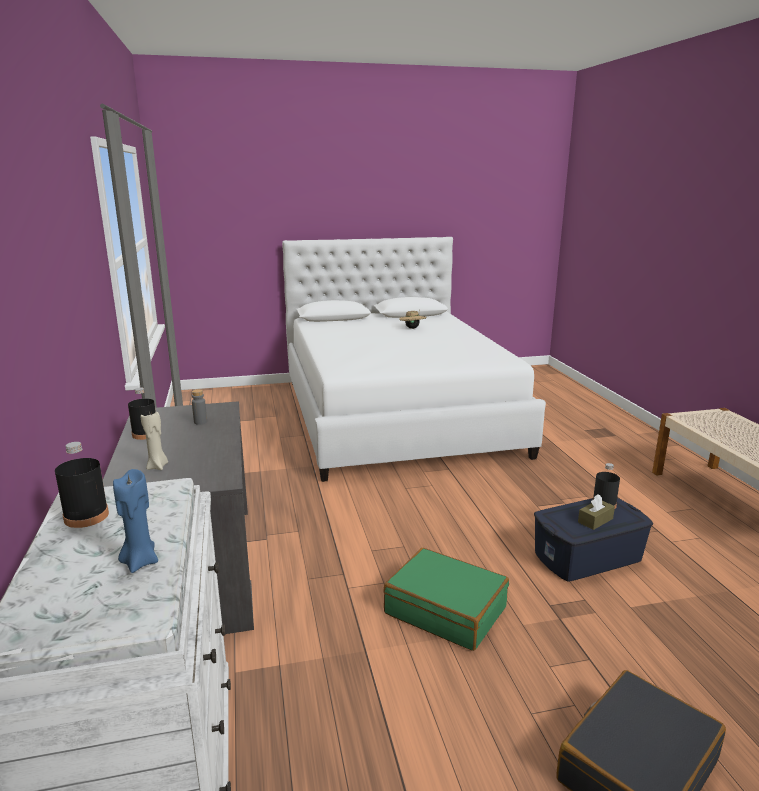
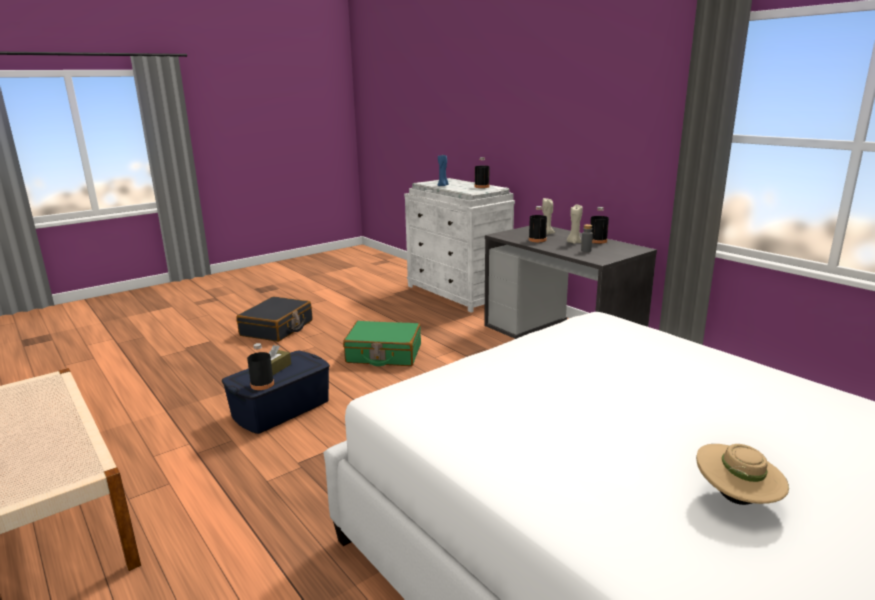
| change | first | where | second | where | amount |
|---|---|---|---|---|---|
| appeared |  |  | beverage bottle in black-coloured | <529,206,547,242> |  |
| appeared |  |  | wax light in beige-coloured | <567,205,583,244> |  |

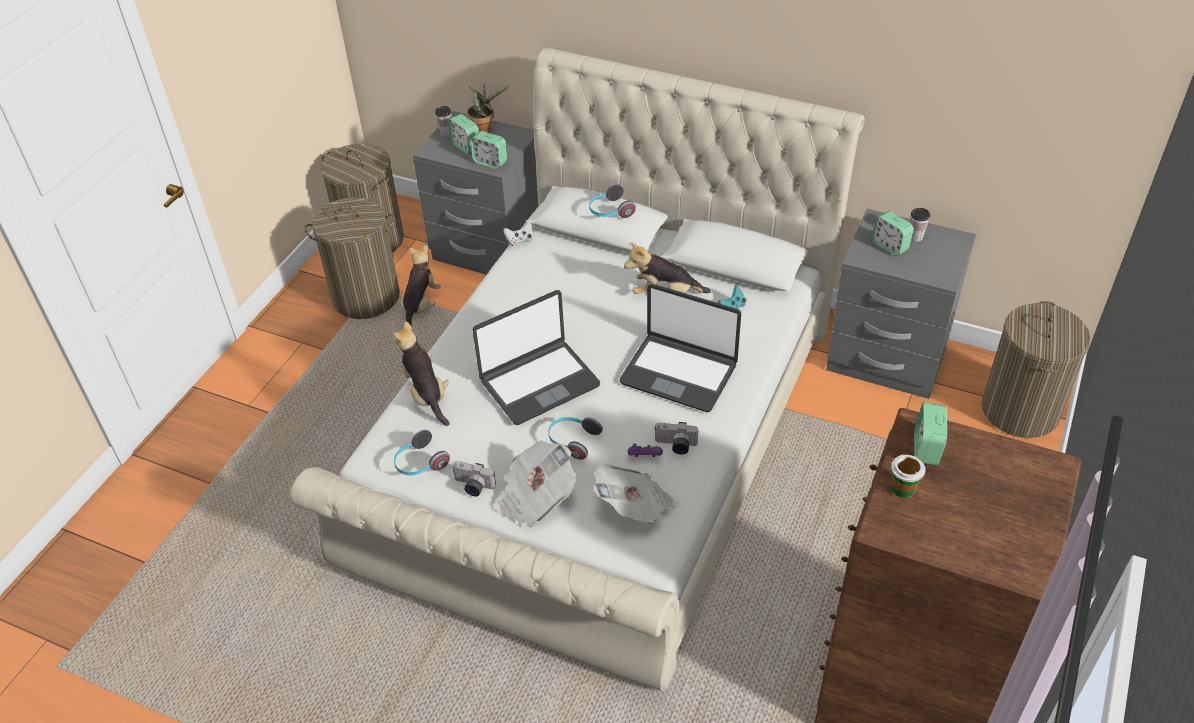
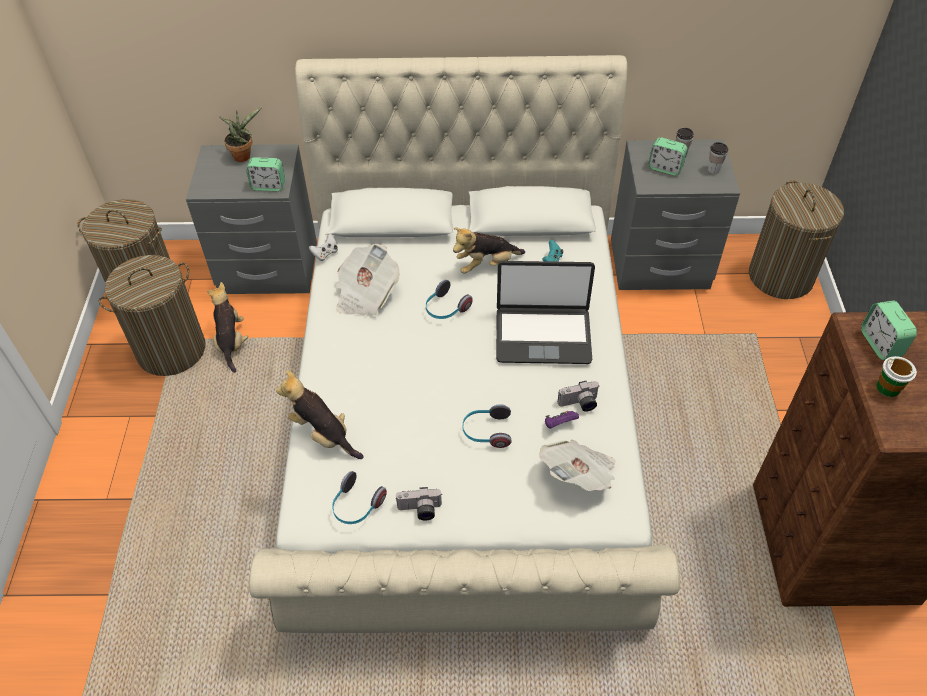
| change | first | where | second | where | amount |
|---|---|---|---|---|---|
| relocated | printed paper | <494,441,576,528> |  | <336,244,400,316> |  |
| relocated | headset | <589,184,636,218> |  | <426,280,473,319> |  |
| relocated | small cup | <435,106,452,137> |  | <708,142,728,174> |  |
| missing | alarm clock | <448,114,479,154> |  |  |  |
| missing | portable computer | <472,290,600,425> |  |  |  |

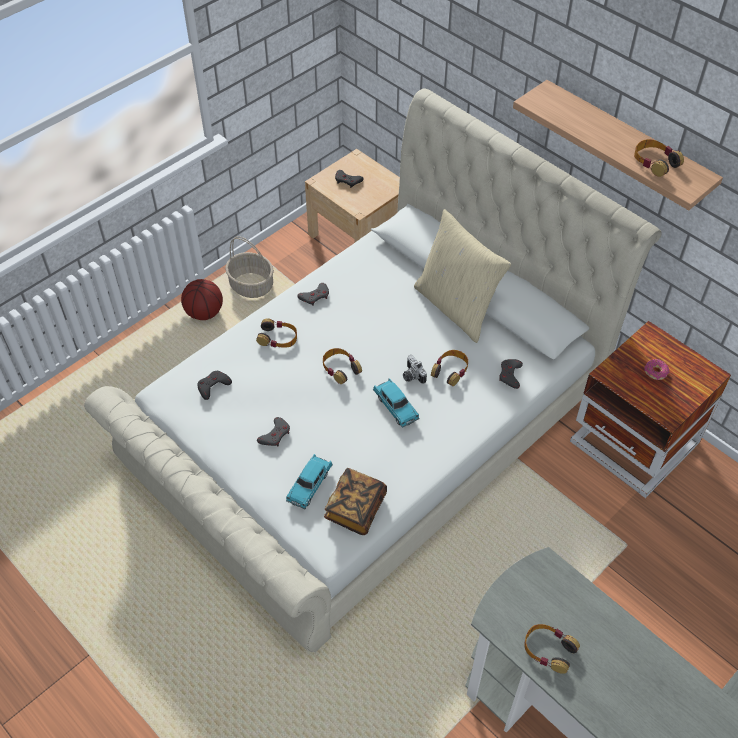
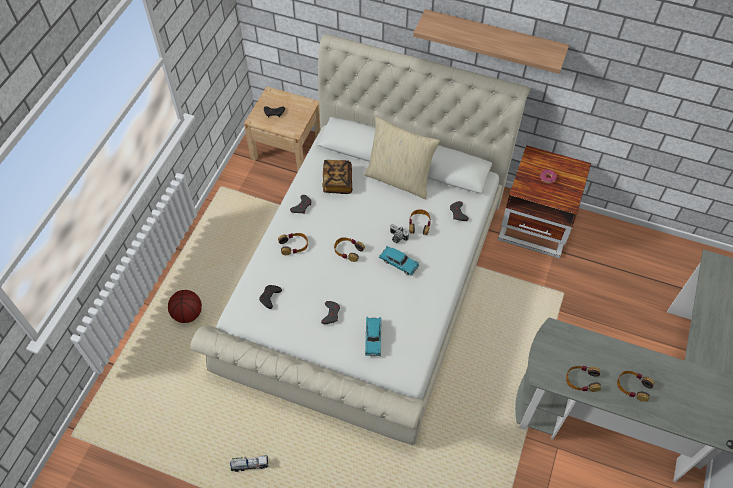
| change | first | where | second | where | amount |
|---|---|---|---|---|---|
| relocated | basketball | <181,279,223,320> |  | <168,290,202,323> |  |
| appeared |  |  | toy lorry | <230,455,268,472> |  |
| relocated | bound book | <324,468,387,535> |  | <322,160,353,194> |  |
| relocated | headset | <634,139,684,177> |  | <617,371,654,402> |  |
| missing | household basket | <225,236,274,298> |  |  |  |

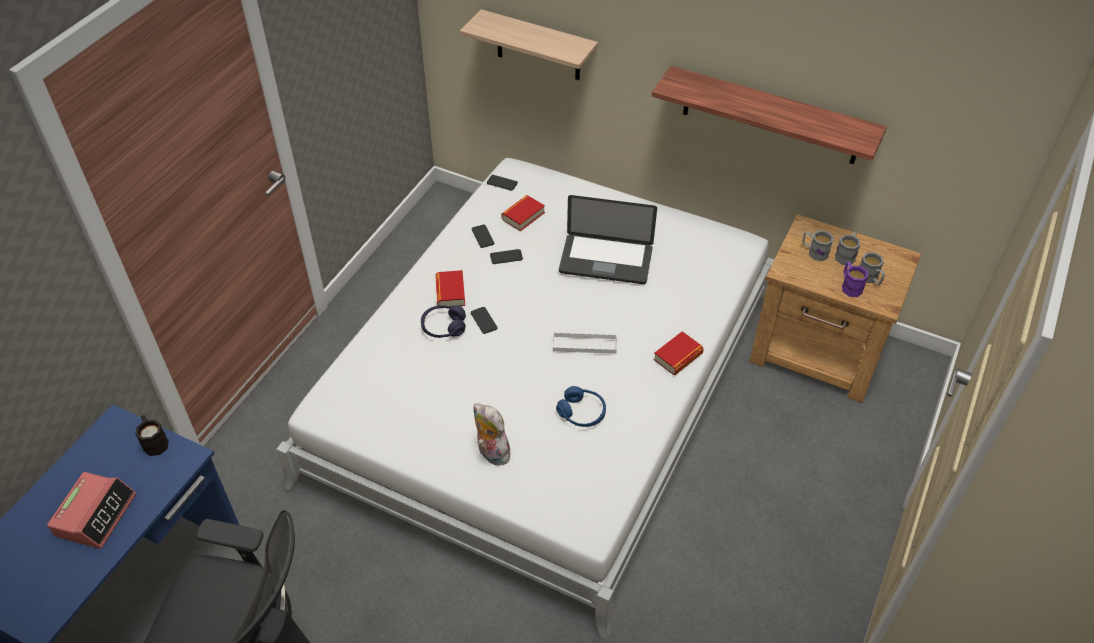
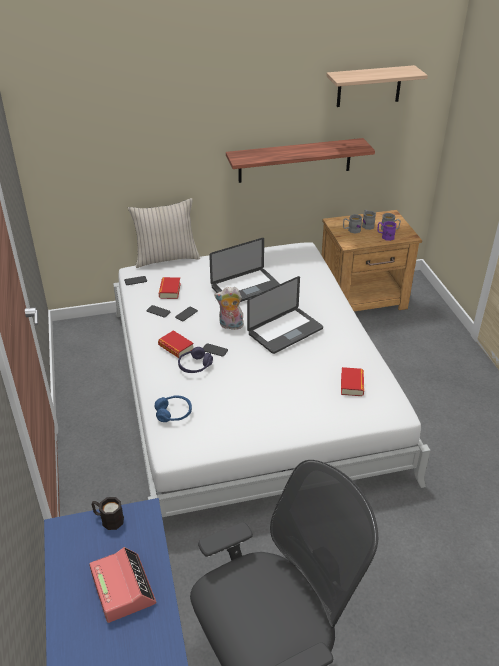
| change | first | where | second | where | amount |
|---|---|---|---|---|---|
| appeared |  |  | pillow in beige-coloured | <128,198,200,268> |  |
| relocated | headset in blue-coloured | <556,386,606,427> |  | <155,396,192,422> |  |
| relocated | plush toy | <474,403,512,466> |  | <214,287,244,330> |  |
| exchanged | carrying tray in whitish | <553,333,617,354> | portable computer | <247,276,323,354> |  |
| relocated | bracket shelf | <460,9,598,80> |  | <326,65,428,107> |  |
| relocated | bound book | <654,331,704,375> |  | <341,367,364,396> |  |

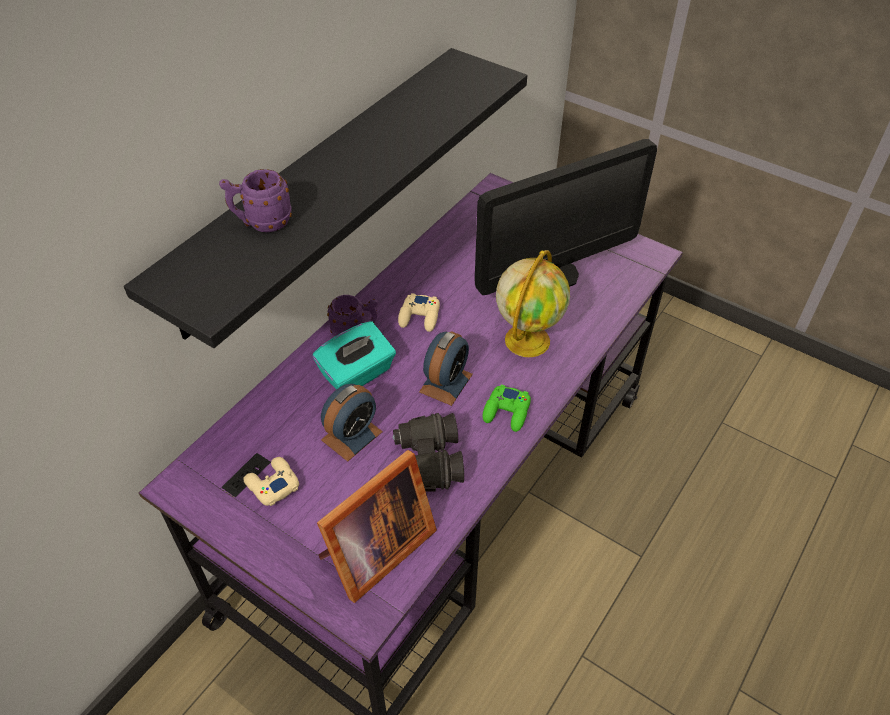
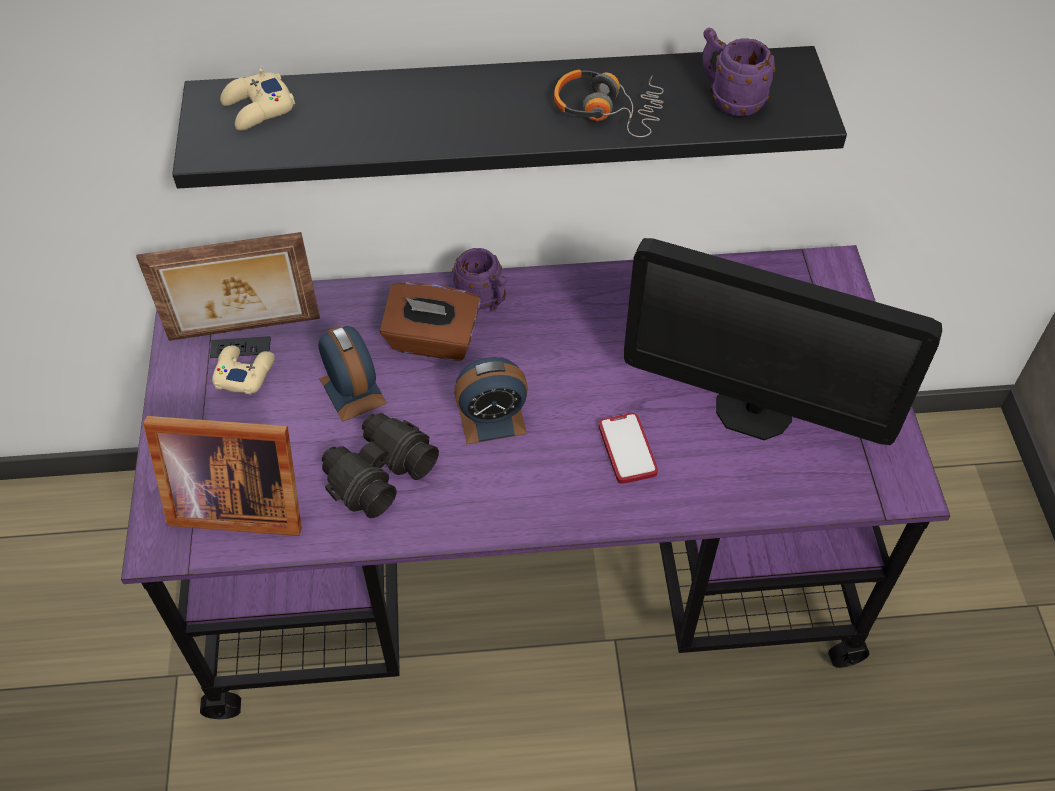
| change | first | where | second | where | amount |
|---|---|---|---|---|---|
| appeared |  |  | photo frame | <136,232,320,341> |  |
| relocated | game controller in beige-coloured | <398,293,440,332> |  | <220,68,295,131> |  |
| spun | alarm clock | <321,384,383,461> |  | <319,326,387,422> | 120 degrees counterclockwise |
| colour | tissue box in blue-green | <313,321,396,389> | tissue box in brown-coloured | <380,282,481,361> |  |
| appeared |  |  | headset | <554,70,664,137> |  |
| exchanged | desk globe | <496,250,570,357> | phone | <599,413,658,484> |  |
| relocated | coffee mug in purplish | <219,169,292,232> |  | <702,28,775,116> |  |
| missing | game controller in green | <483,385,531,432> |  |  |  |

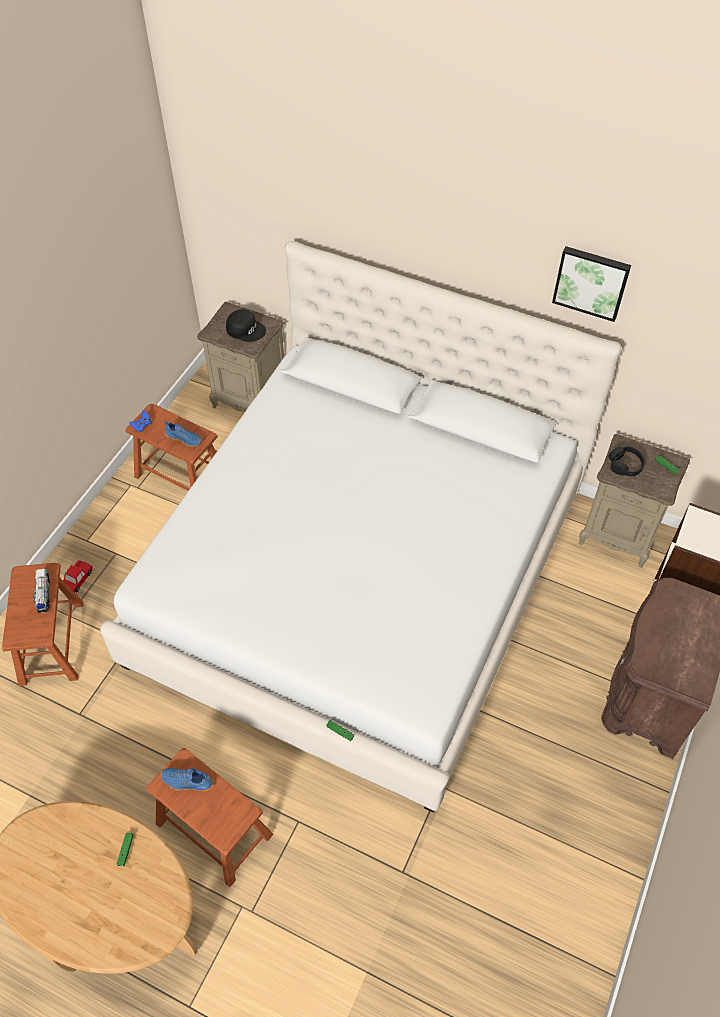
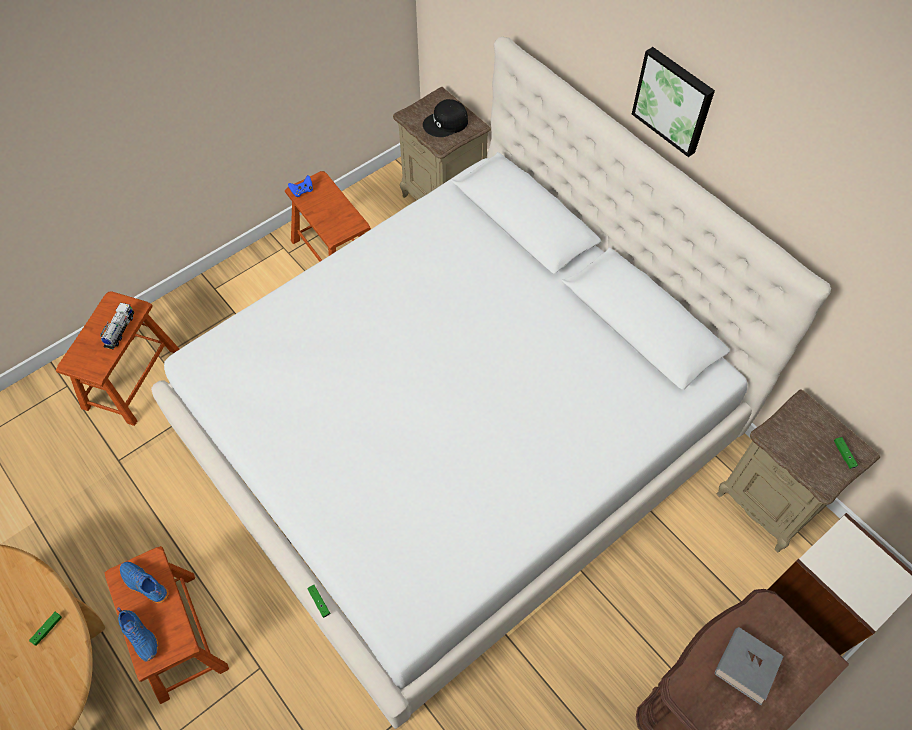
| change | first | where | second | where | amount |
|---|---|---|---|---|---|
| relocated | low shoe in blue-coloured | <164,421,202,447> |  | <117,607,158,662> |  |
| spun | peaked cap in black-coloured | <226,309,266,342> |  | <423,99,468,137> | 105 degrees clockwise |
| relocated | wall art | <552,246,631,322> |  | <632,47,715,157> |  |
| appeared |  |  | bound book in gray | <715,627,784,705> |  |
| missing | toy car | <63,560,94,594> |  |  |  |
| missing | headset in black-coloured | <609,446,645,476> |  |  |  |

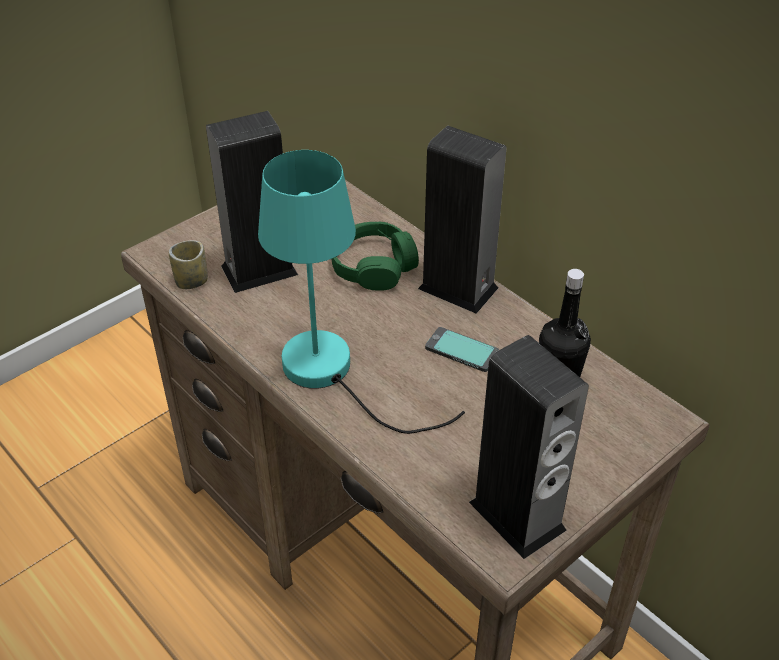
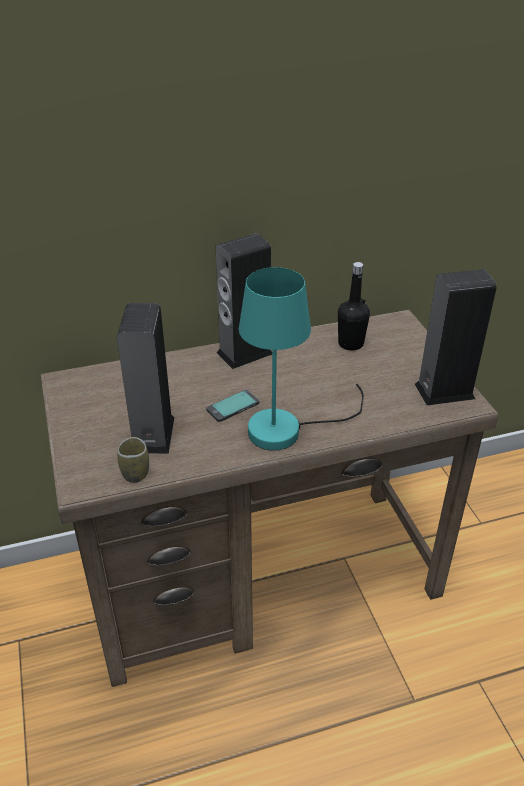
| change | first | where | second | where | amount |
|---|---|---|---|---|---|
| relocated | phone | <425,327,499,372> |  | <206,390,259,422> |  |
| missing | headset in green | <332,222,419,291> |  |  |  |

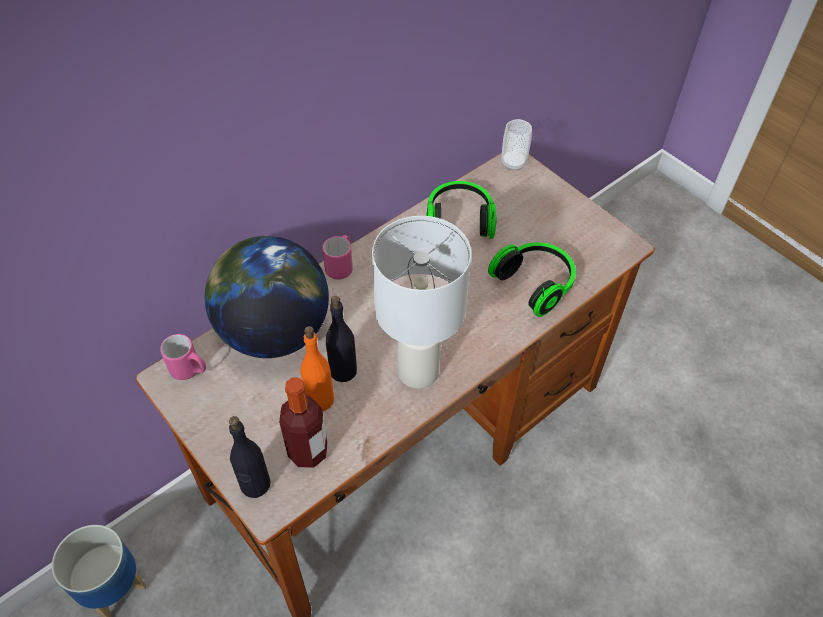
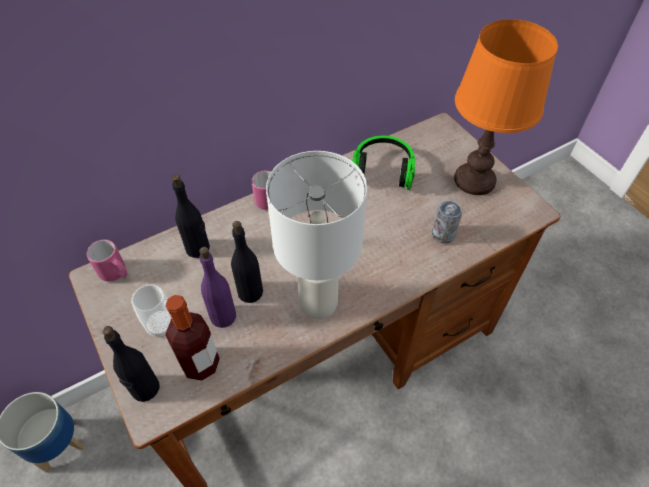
| change | first | where | second | where | amount |
|---|---|---|---|---|---|
| relocated | small cup | <502,119,532,170> |  | <131,284,172,338> |  |
| exchanged | desk globe | <205,236,329,358> | beverage bottle in black-coloured | <172,174,210,258> |  |
| colour | beverage bottle in orangey | <300,326,334,411> | beverage bottle in purplish | <199,247,236,328> |  |
| exchanged | headset | <488,242,576,317> | can | <432,200,462,244> |  |
| appeared |  |  | tabletop lamp in orangey | <454,19,558,195> |  |

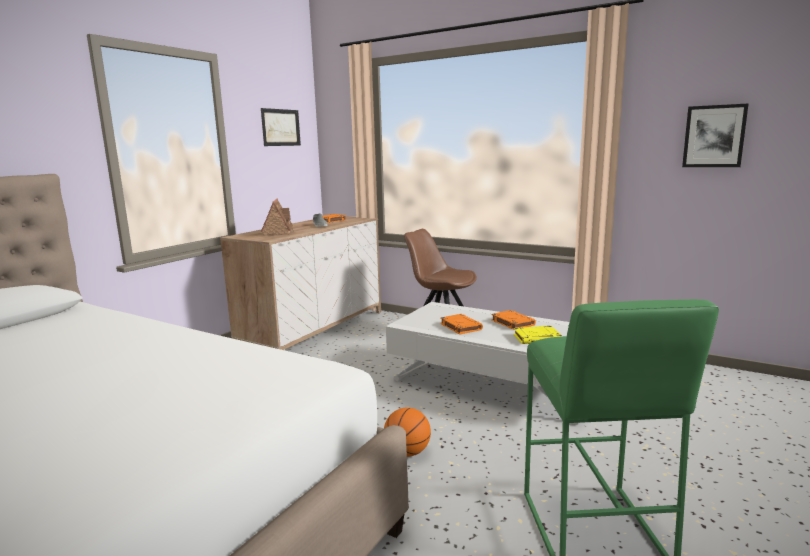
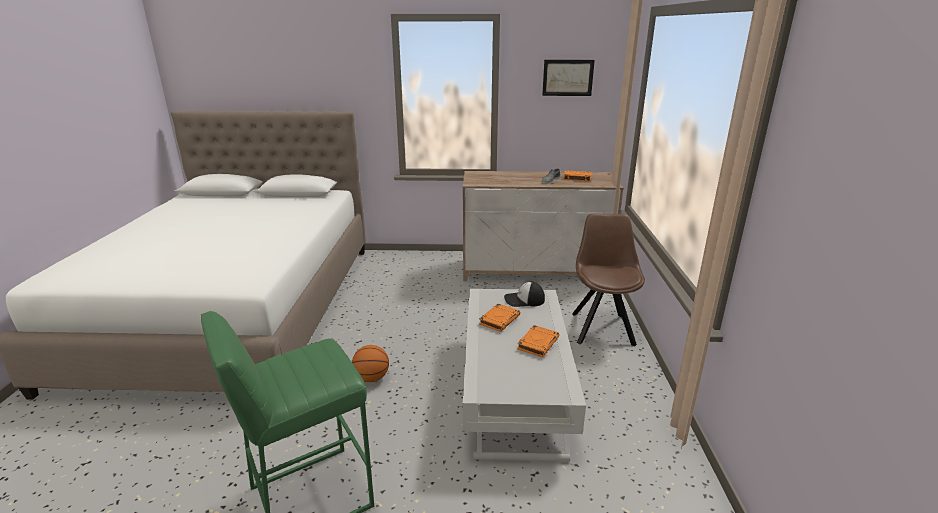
| change | first | where | second | where | amount |
|---|---|---|---|---|---|
| appeared |  |  | peaked cap | <504,281,545,307> |  |
| missing | toy house | <261,199,293,235> |  |  |  |
| missing | bound book in yellow-coloured | <513,326,562,344> |  |  |  |
| missing | wall art | <682,103,749,167> |  |  |  |

